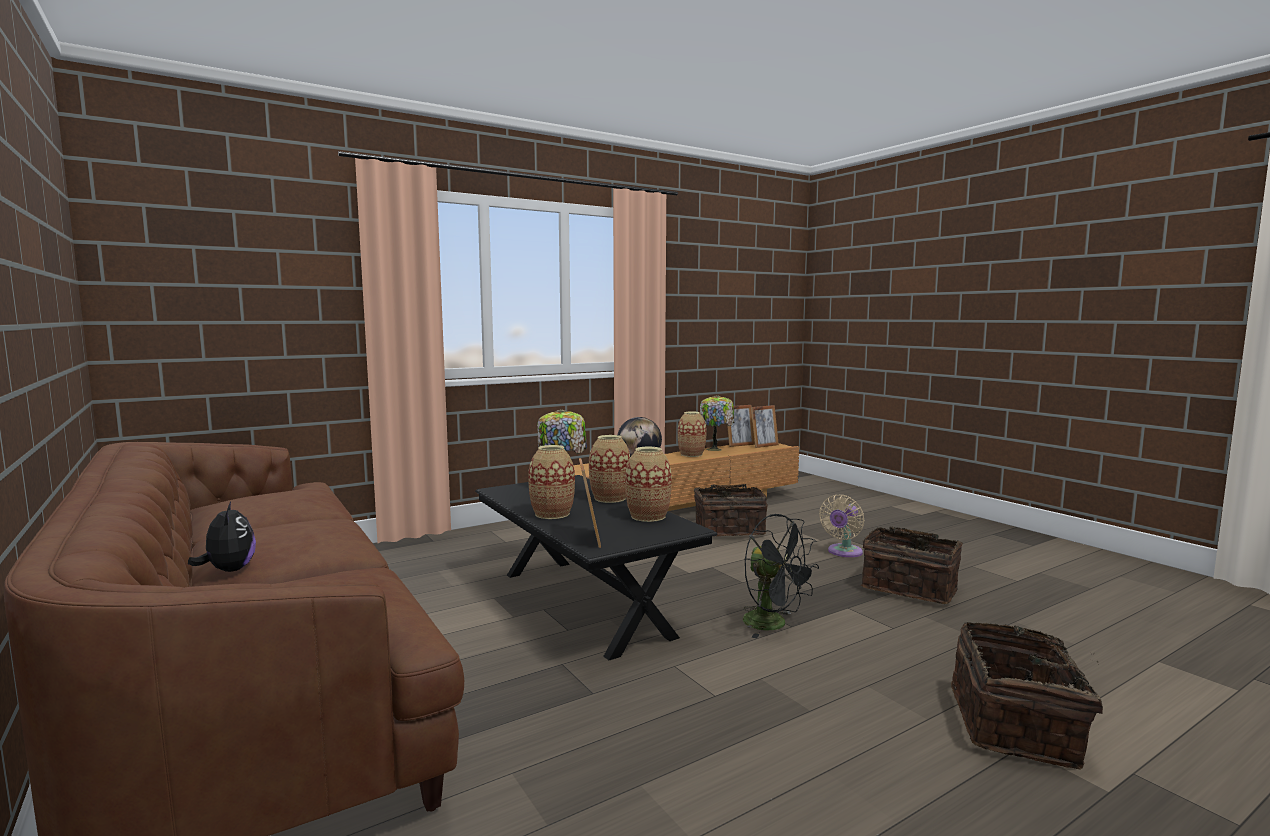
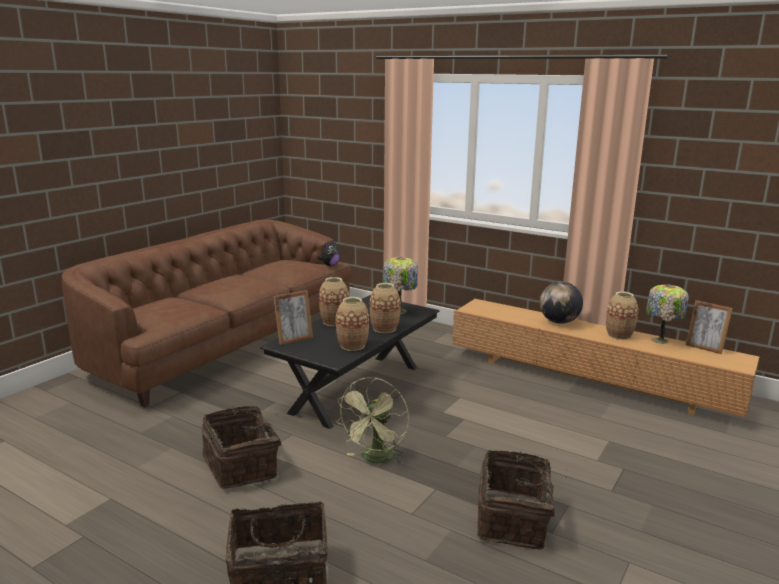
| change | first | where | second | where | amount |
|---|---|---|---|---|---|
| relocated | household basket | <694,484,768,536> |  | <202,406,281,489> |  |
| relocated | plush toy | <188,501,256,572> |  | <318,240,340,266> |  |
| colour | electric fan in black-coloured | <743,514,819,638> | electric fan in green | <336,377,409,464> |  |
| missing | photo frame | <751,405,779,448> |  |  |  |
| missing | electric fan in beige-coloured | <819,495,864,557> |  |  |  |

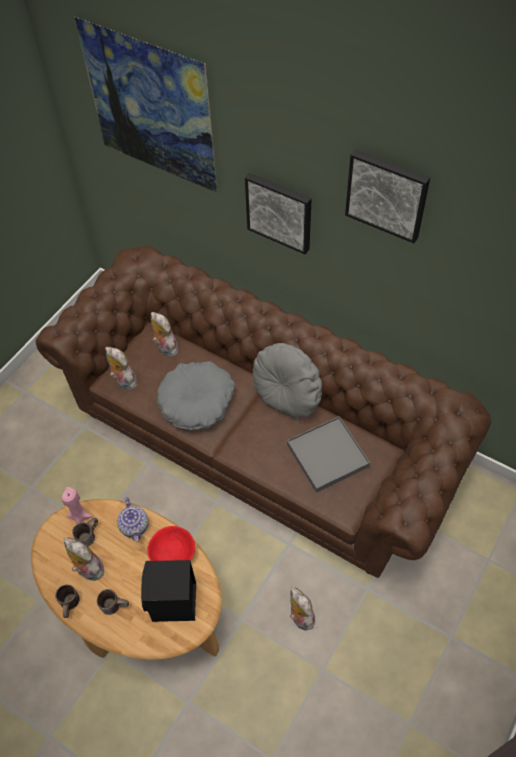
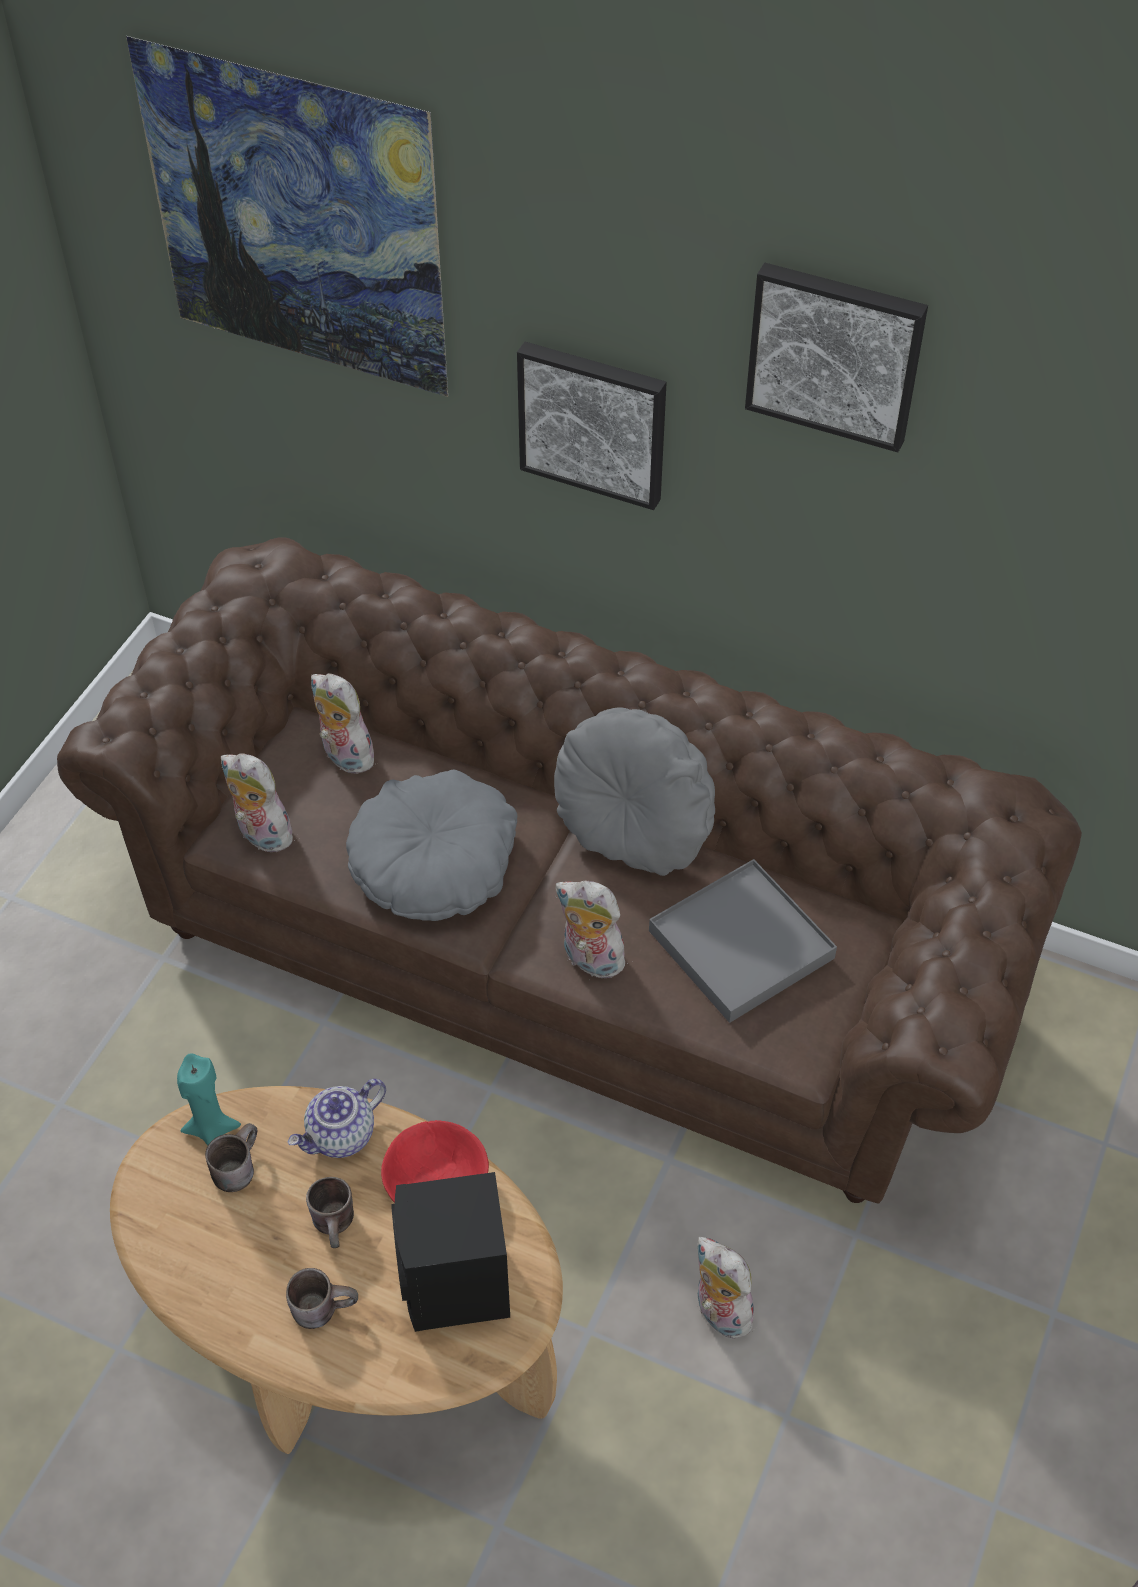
| change | first | where | second | where | amount |
|---|---|---|---|---|---|
| colour | wax light in pinkish | <62,487,93,524> | wax light in blue-green | <177,1053,241,1145> |  |
| spun | tea pot | <117,497,149,541> |  | <288,1079,386,1158> | 75 degrees clockwise |
| relocated | coffee mug in brown-coloured | <55,585,79,618> |  | <306,1177,354,1248> |  |
| relocated | plush toy | <64,538,104,581> |  | <556,881,630,978> |  |

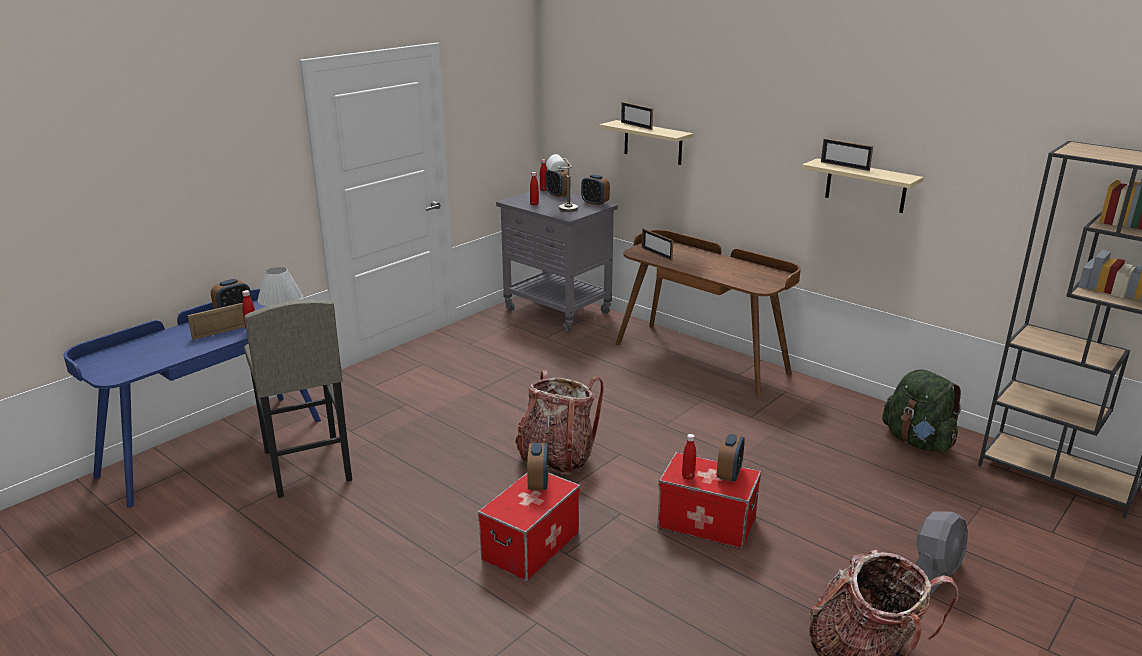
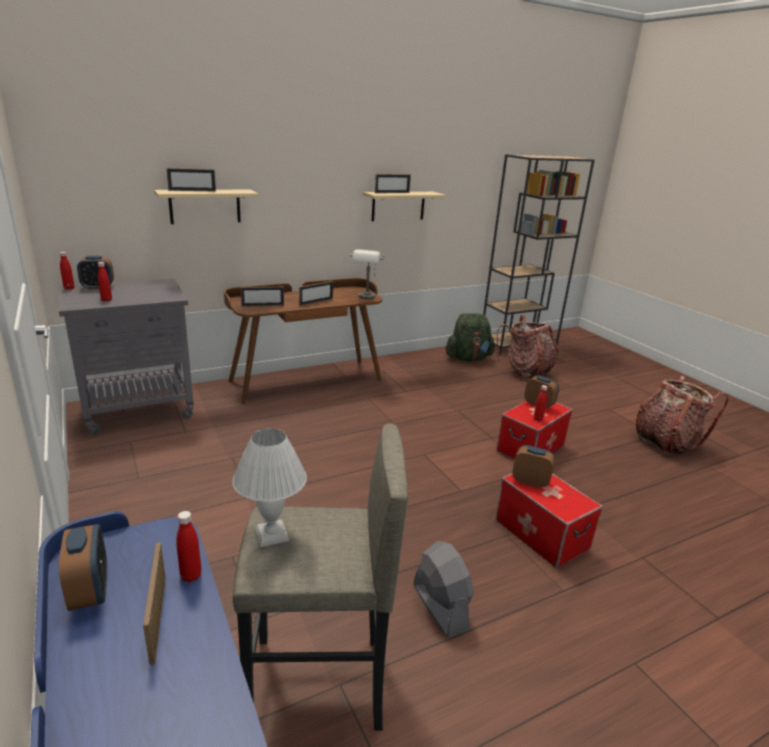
| change | first | where | second | where | amount |
|---|---|---|---|---|---|
| appeared |  |  | photo frame | <299,281,333,306> |  |
| relocated | tabletop lamp in gray | <546,154,578,212> |  | <350,249,384,299> |  |
| relocated | electric fan in gray | <915,511,968,596> |  | <414,541,474,638> |  |
| relocated | backpack | <515,370,604,475> |  | <497,315,560,379> |  |
| missing | alarm clock | <581,174,610,206> |  |  |  |

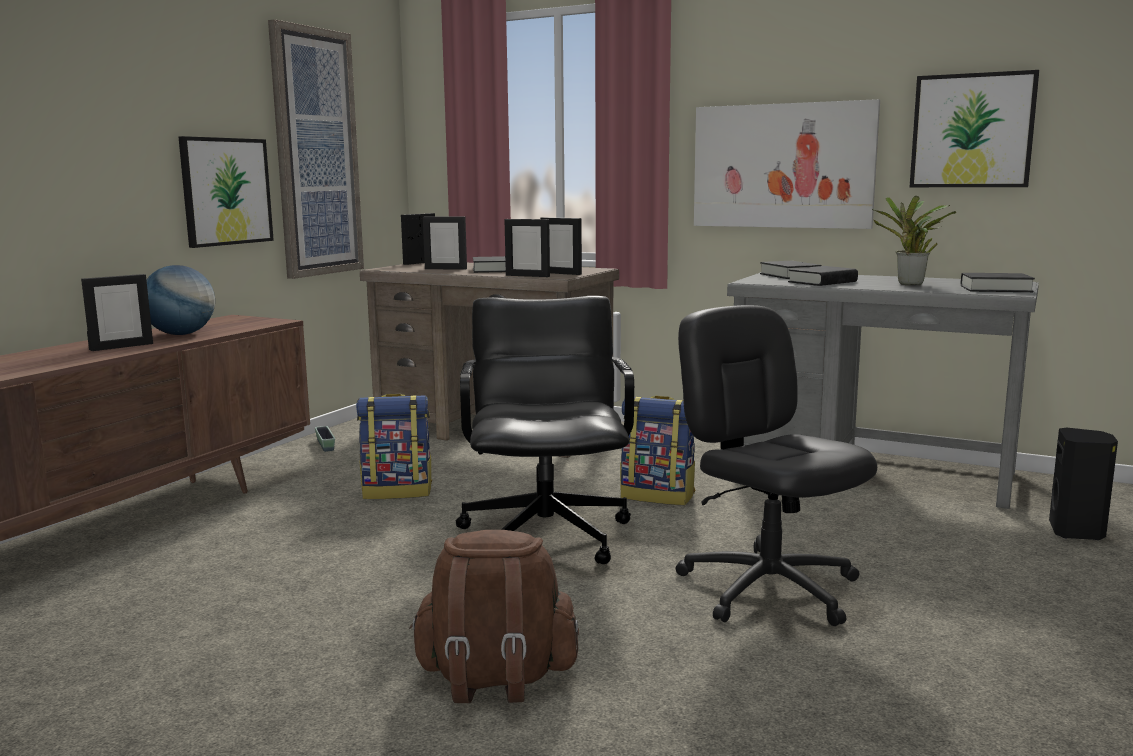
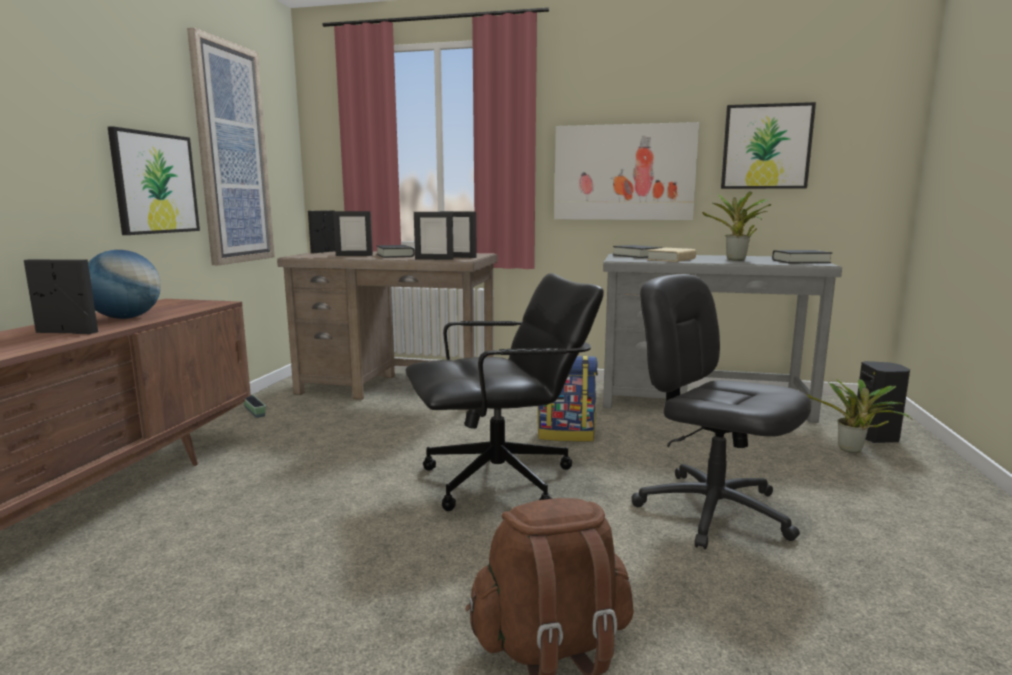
| change | first | where | second | where | amount |
|---|---|---|---|---|---|
| spun | photo frame | <81,274,153,351> |  | <24,259,98,334> | 120 degrees counterclockwise |
| spun | desk chair in black-coloured | <456,296,634,564> |  | <405,273,604,511> | 90 degrees clockwise |
| colour | bound book in black-coloured | <788,266,858,286> | bound book in beige-coloured | <647,248,696,262> |  |
| appeared |  |  | houseplant | <806,379,913,453> |  |
| missing | backpack | <356,394,432,499> |  |  |  |

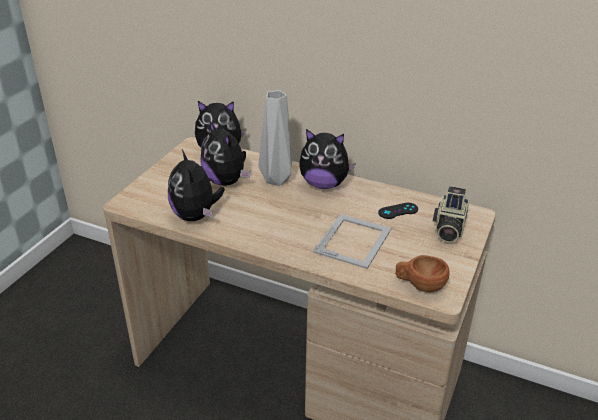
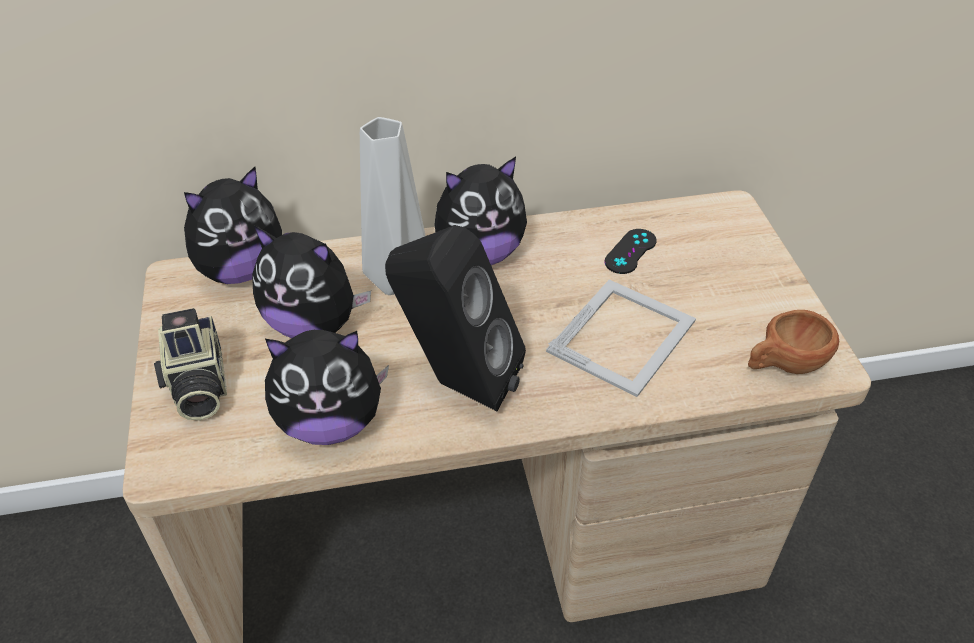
| change | first | where | second | where | amount |
|---|---|---|---|---|---|
| relocated | still camera | <433,186,469,243> |  | <154,308,227,421> |  |
| spun | plush toy | <168,150,225,221> |  | <265,330,389,445> | 45 degrees counterclockwise |
| appeared |  |  | loudspeaker in black-coloured | <385,225,526,411> |  |
| spun | photo frame | <313,214,391,269> |  | <546,280,696,397> | 45 degrees clockwise |

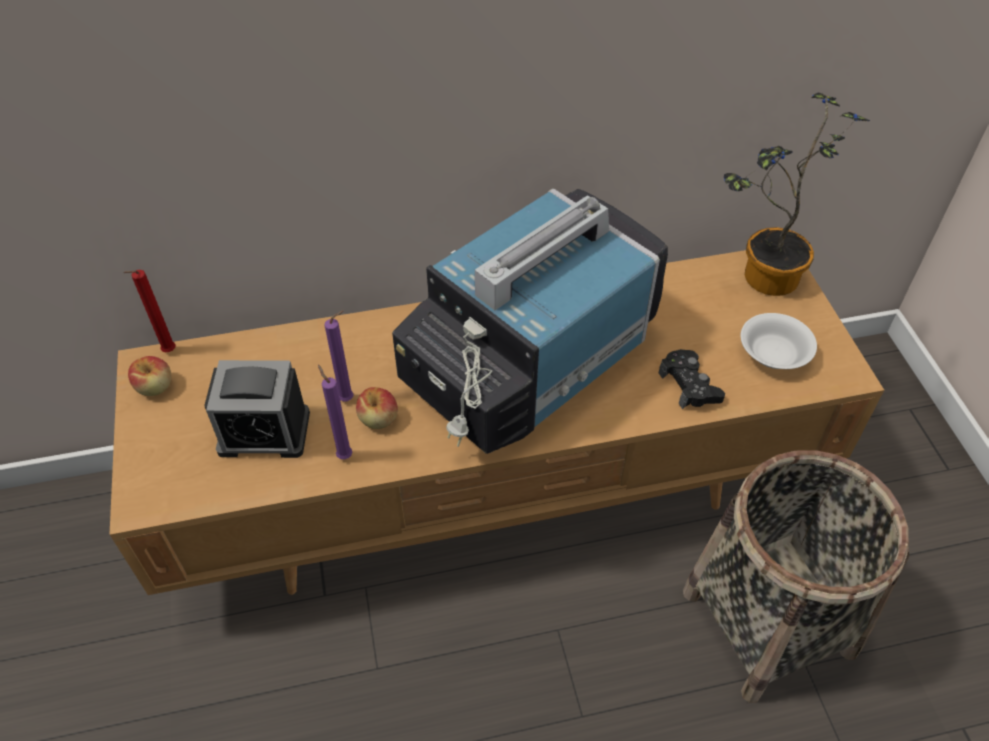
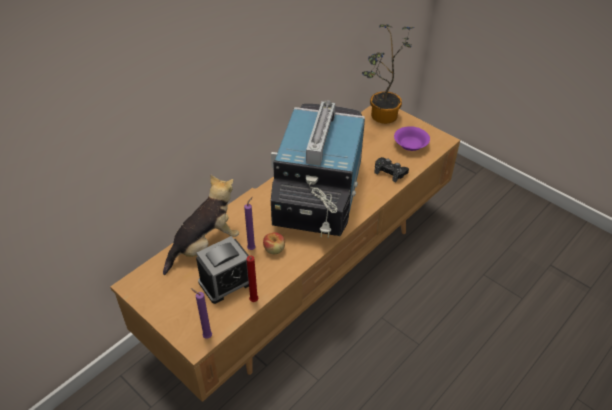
| change | first | where | second | where | amount |
|---|---|---|---|---|---|
| appeared |  |  | plush toy | <163,174,239,275> |  |
| relocated | wax light in purplish | <318,365,352,459> |  | <190,288,212,339> |  |
| relocated | wax light in red-coloured | <124,270,176,352> |  | <246,256,259,302> |  |
| colour | serving bowl in whitish | <741,313,817,369> | serving bowl in purplish | <394,126,430,151> |  |
| missing | whole apple | <128,356,172,396> |  |  |  |
| missing | household basket | <683,450,909,703> |  |  |  |

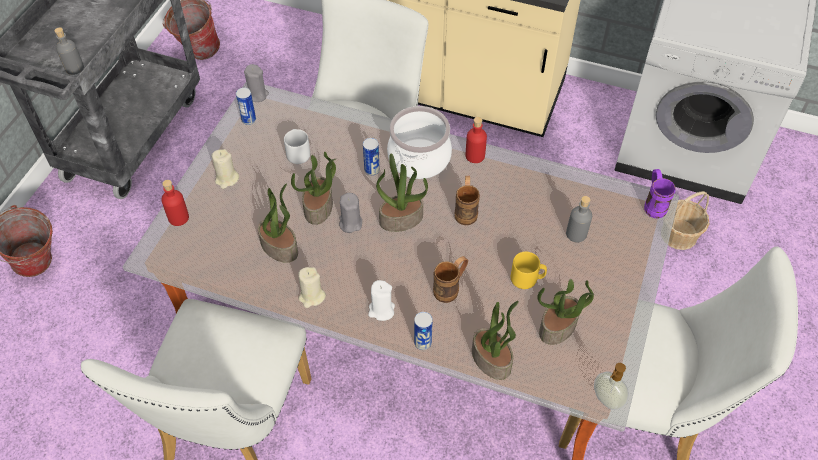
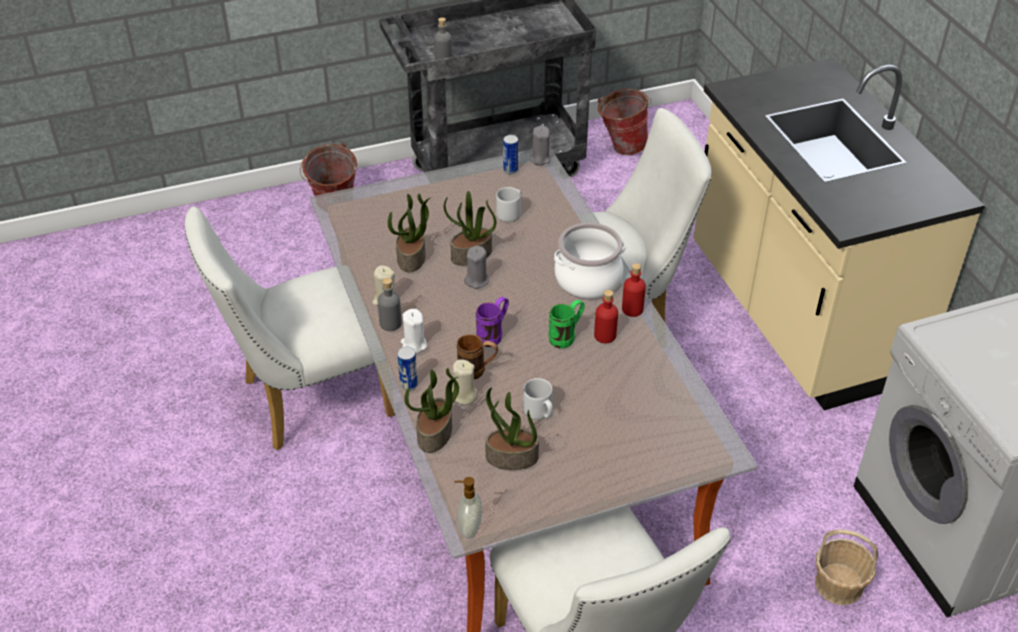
| change | first | where | second | where | amount |
|---|---|---|---|---|---|
| relocated | beverage bottle in gray | <566,196,592,242> |  | <378,278,402,331> |  |
| relocated | wax light in beige-coloured | <212,149,239,189> |  | <452,359,478,405> |  |
| relocated | coffee mug in purplish | <644,169,676,218> |  | <476,297,509,347> |  |
| colour | coffee mug in yellow-coloured | <511,252,547,289> | coffee mug in gray | <523,378,553,420> |  |
| colour | coffee mug in brown-coloured | <455,176,480,225> | coffee mug in green | <549,300,585,348> |  |
| relocated | beverage bottle in red-coloured | <161,180,189,226> |  | <594,290,618,343> |  |
| missing | can | <363,138,380,176> |  |  |  |
| missing | houseplant | <376,154,428,232> |  |  |  |

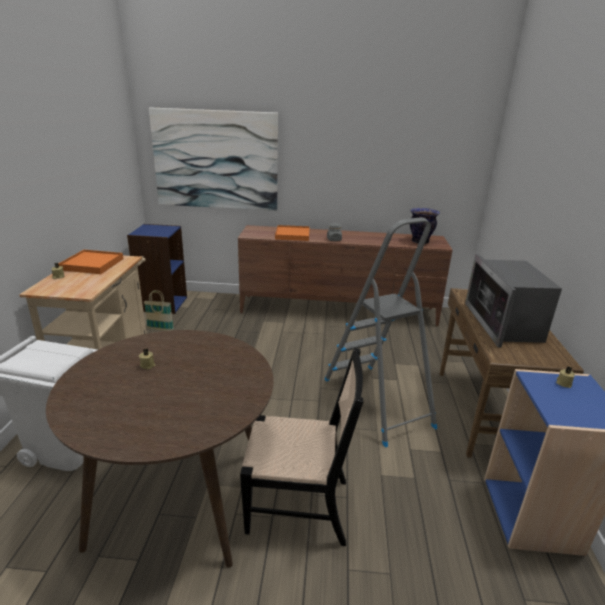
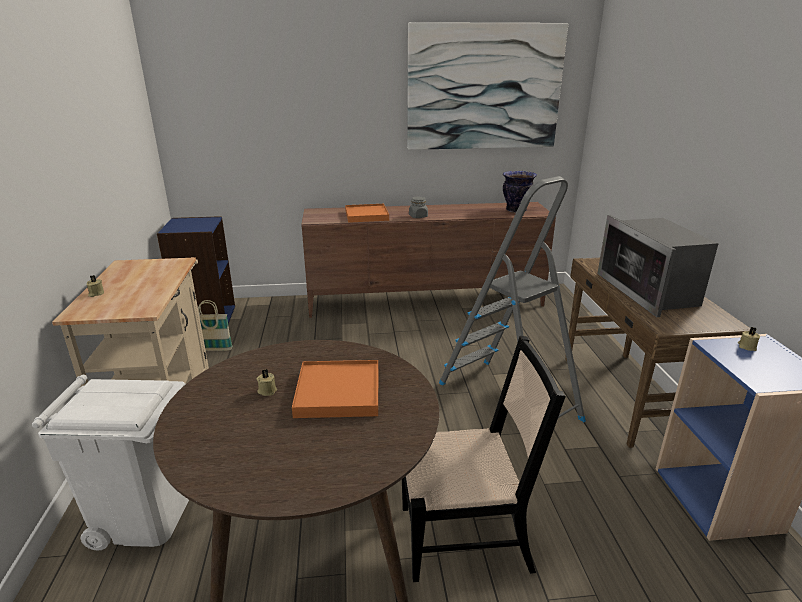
| change | first | where | second | where | amount |
|---|---|---|---|---|---|
| relocated | carrying tray in orangey | <58,250,123,274> |  | <292,360,378,418> |  |
| relocated | wall art | <149,108,278,211> |  | <407,22,568,150> |  |

